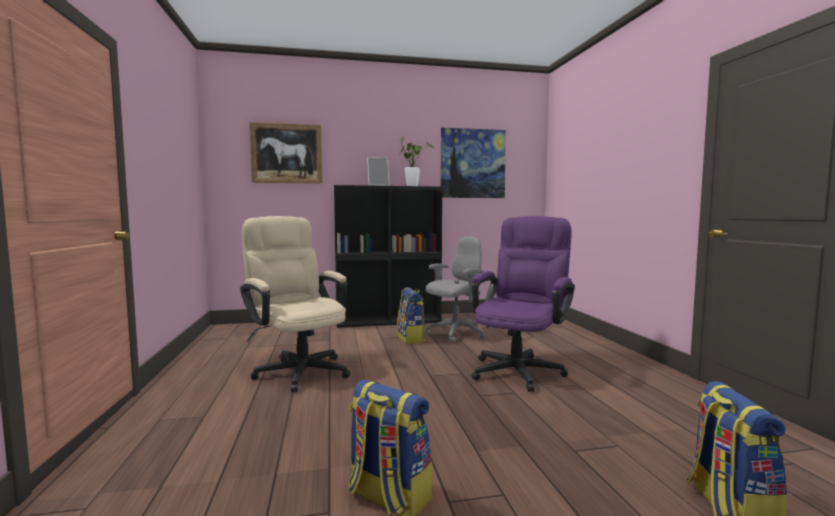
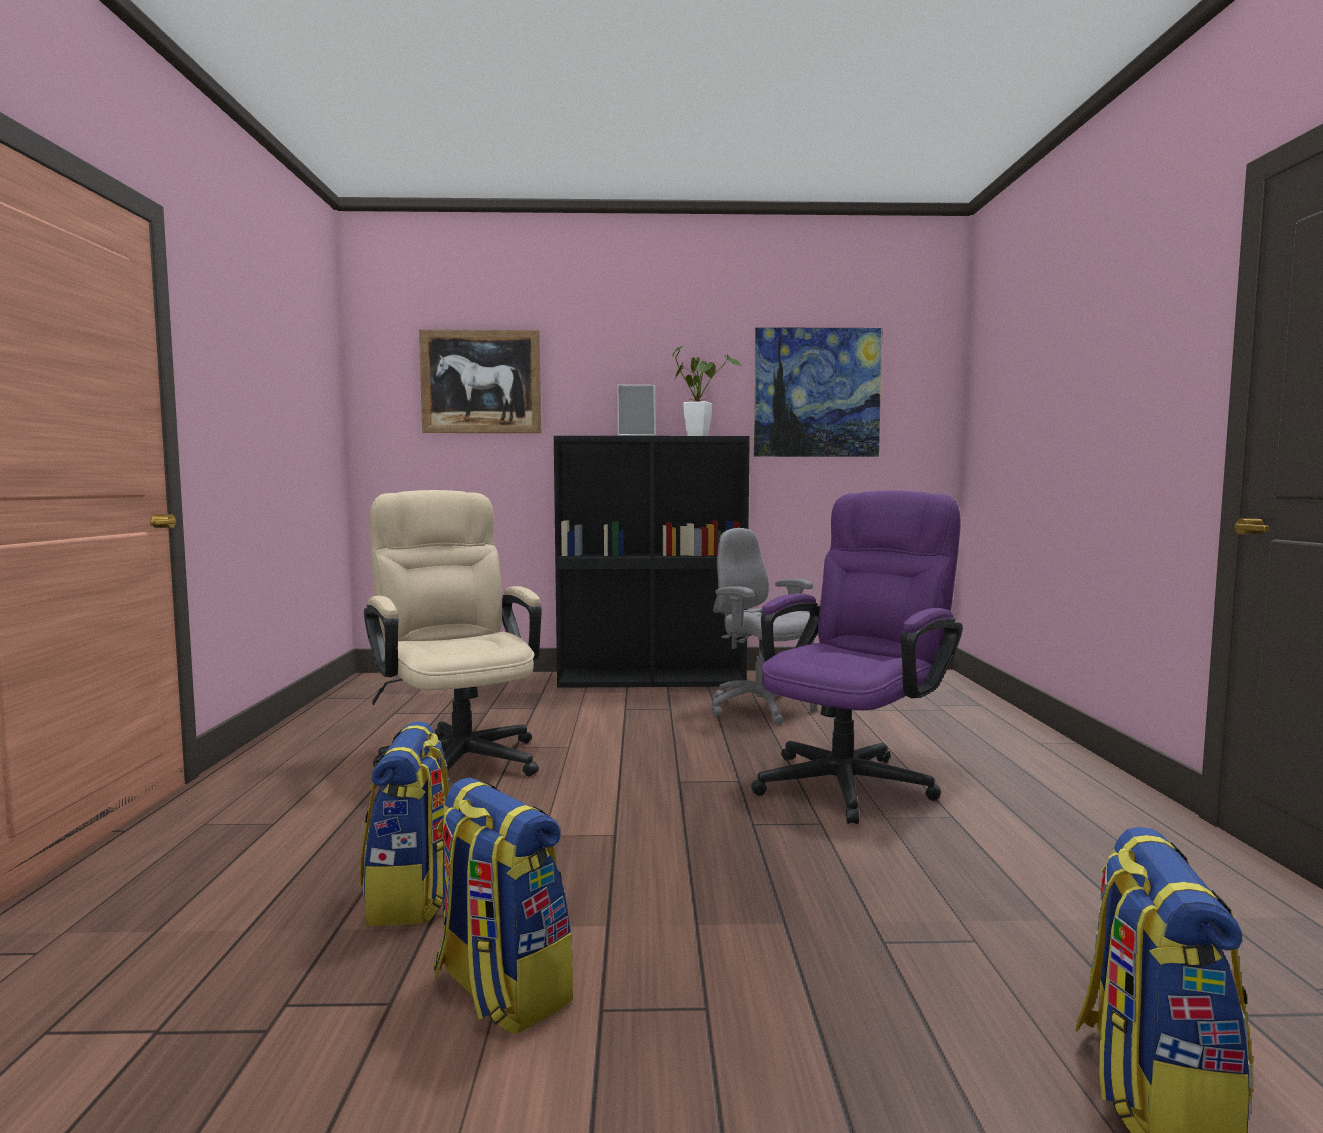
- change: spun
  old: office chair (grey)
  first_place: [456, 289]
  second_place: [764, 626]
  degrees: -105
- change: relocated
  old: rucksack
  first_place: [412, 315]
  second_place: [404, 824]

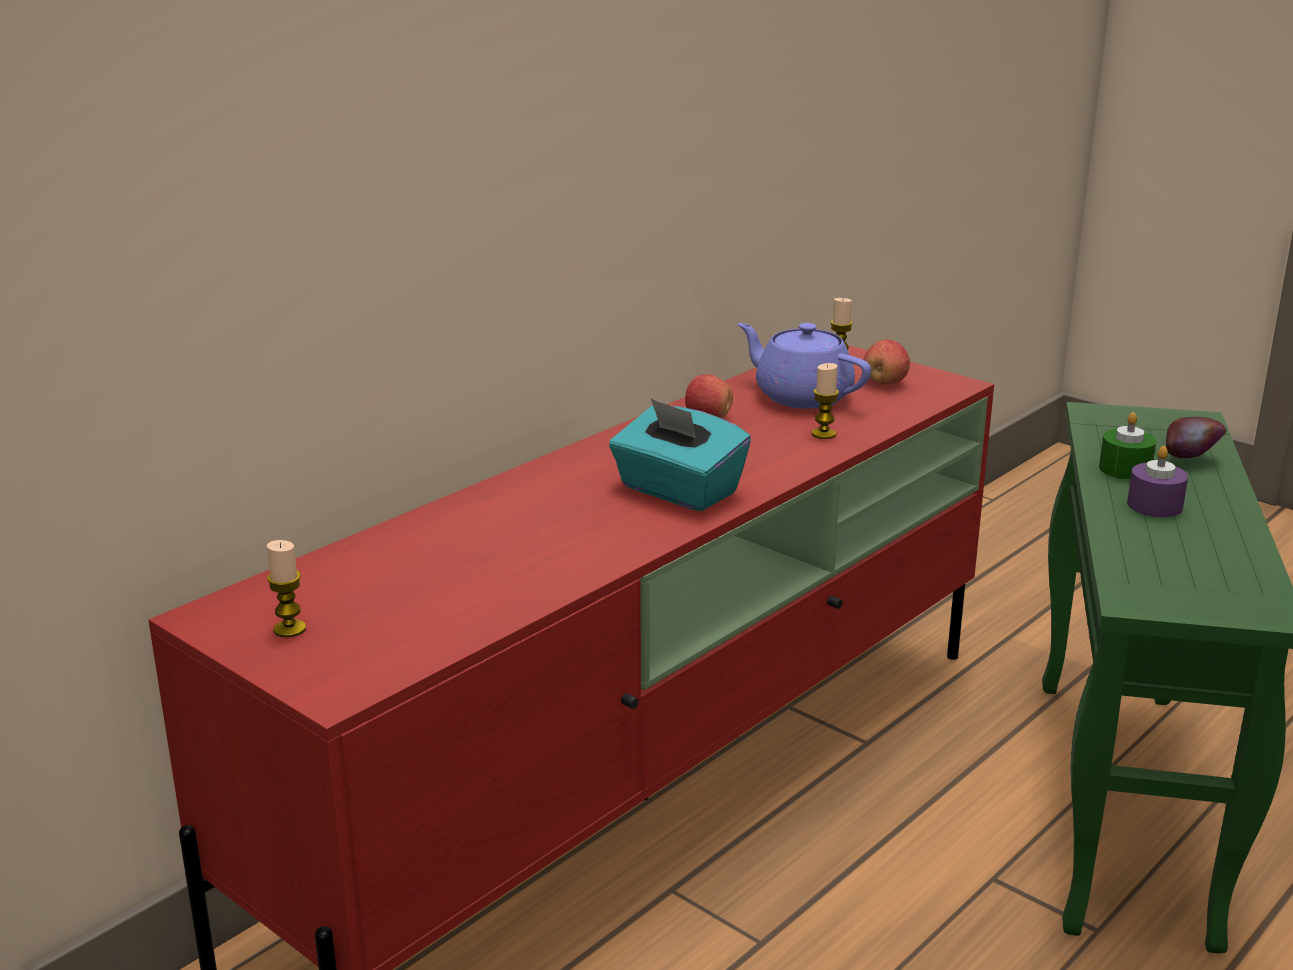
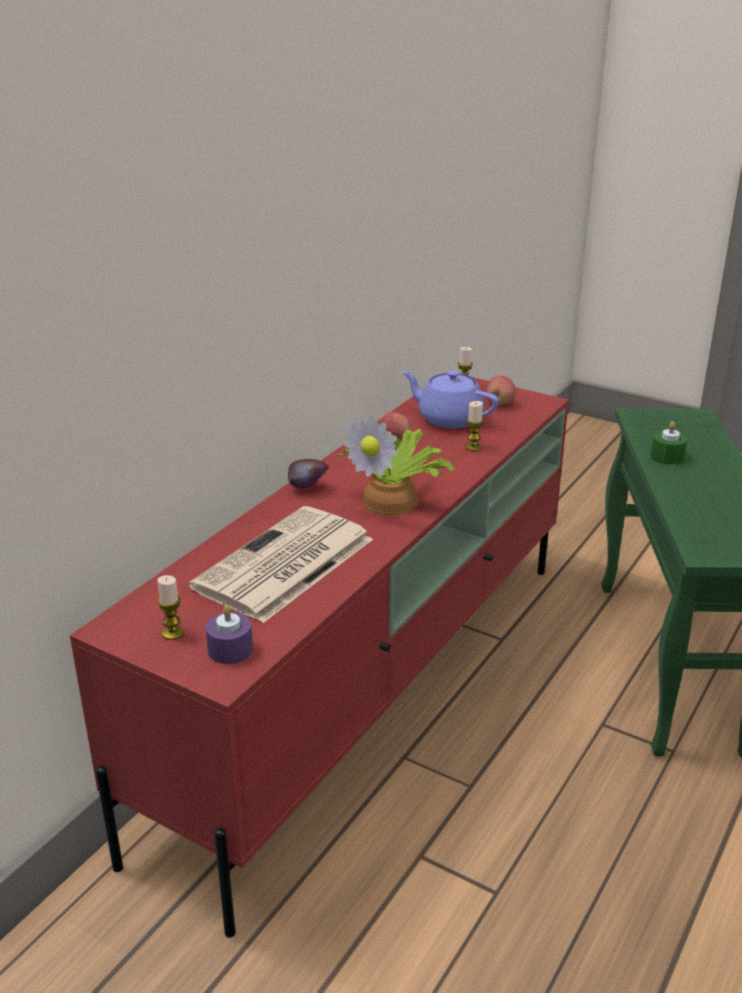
- change: exchanged
  old: box of tissues (turquoise-coloured)
  new: potted plant
  first_place: [680, 454]
  second_place: [395, 465]
- change: relocated
  old: apple
  first_place: [1196, 437]
  second_place: [308, 473]
- change: relocated
  old: wax candle (purplish)
  first_place: [1157, 481]
  second_place: [229, 634]
- change: appeared
  new: daily paper
  second_place: [281, 564]

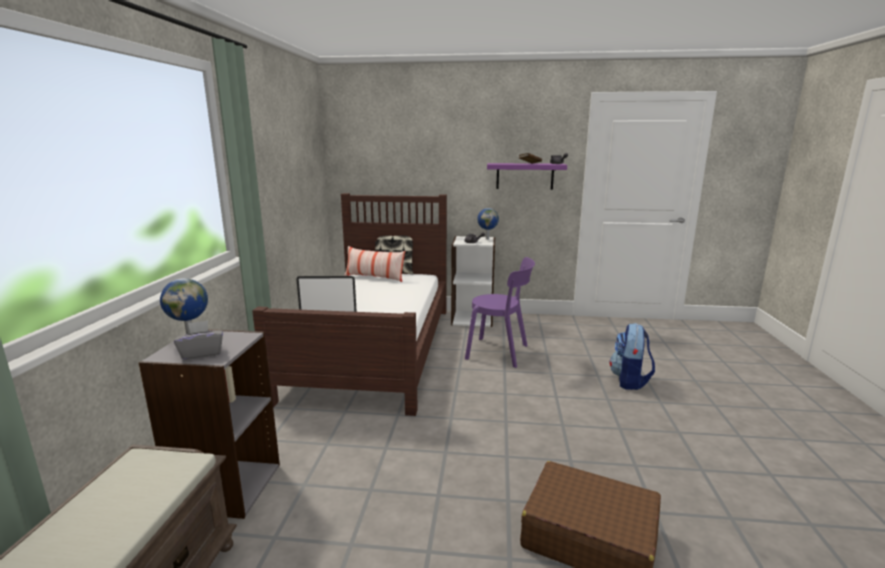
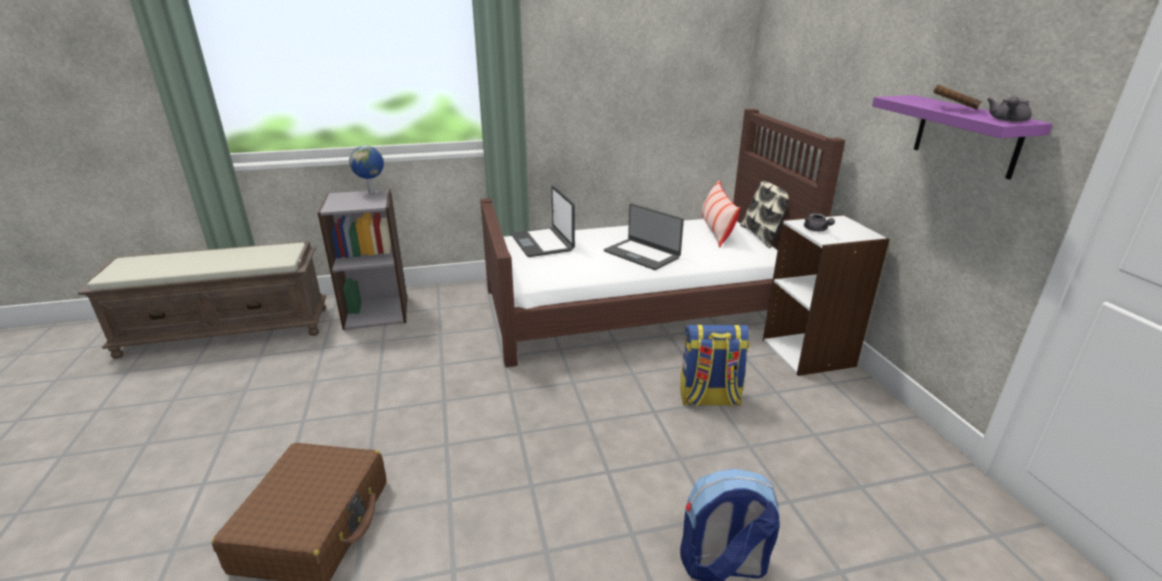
- change: missing
  old: globe
  first_place: [488, 224]
- change: exchanged
  old: upright chair (purplish)
  new: rucksack
  first_place: [500, 312]
  second_place: [714, 365]
- change: missing
  old: box of tissues (grey)
  first_place: [198, 340]
- change: appeared
  new: portable computer
  second_place: [644, 236]

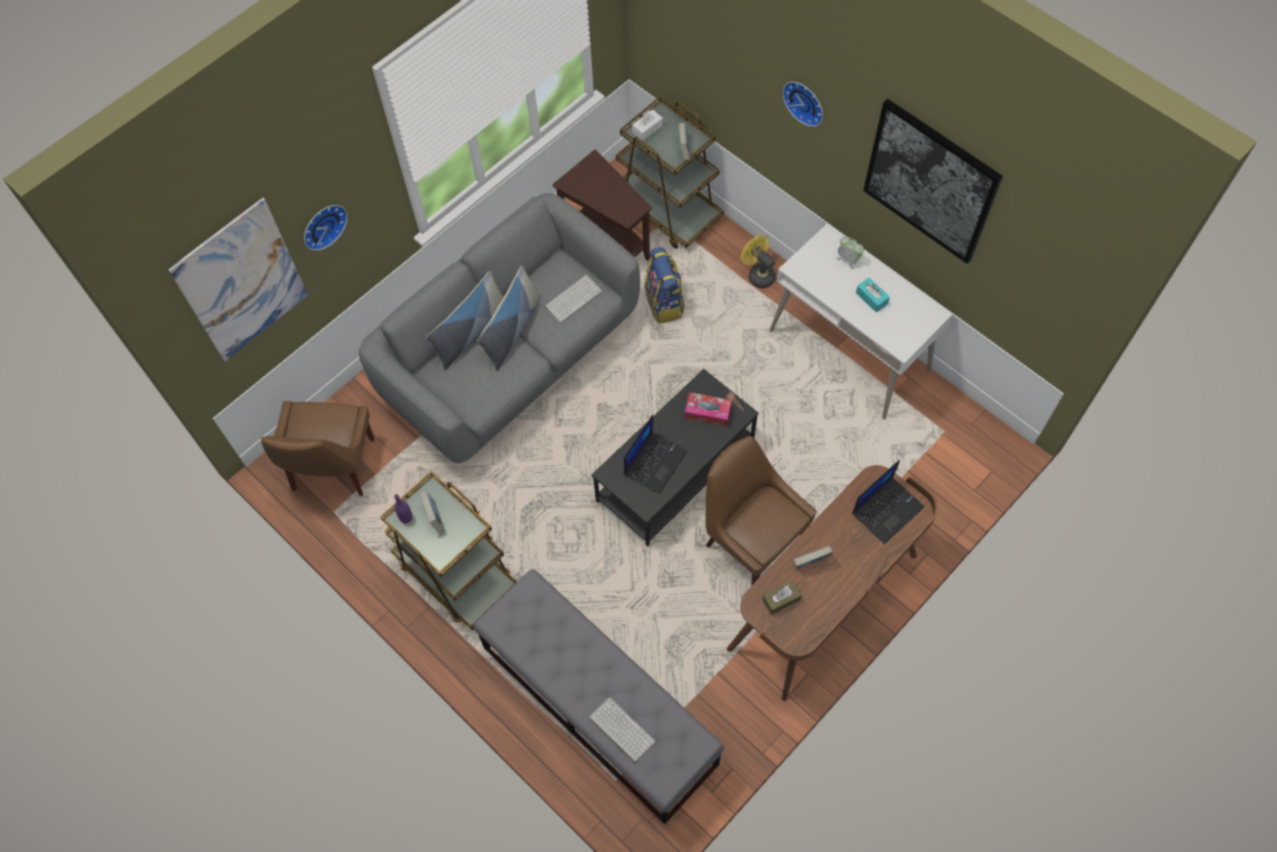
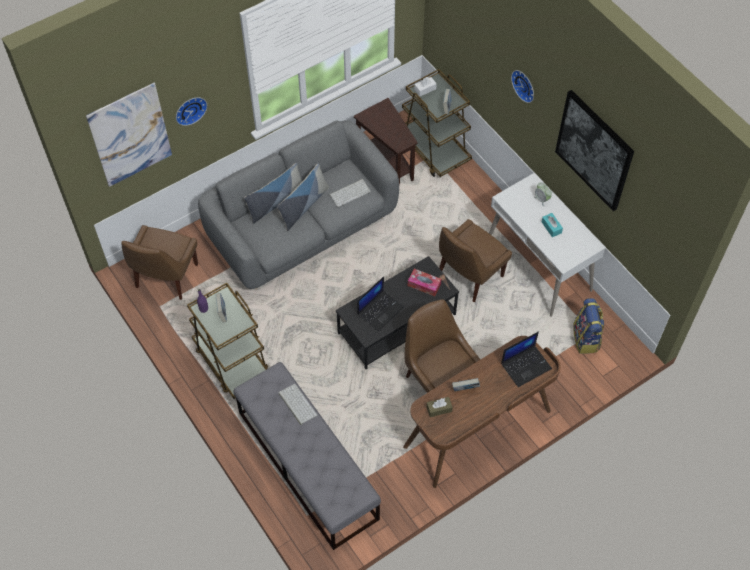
- change: missing
  old: fan (yellow-coloured)
  first_place: [758, 261]
- change: relocated
  old: rucksack
  first_place: [664, 285]
  second_place: [588, 326]
- change: relocated
  old: PC keyboard
  first_place: [622, 730]
  second_place: [298, 404]
- change: appeared
  new: upright chair (brown)
  second_place: [475, 260]

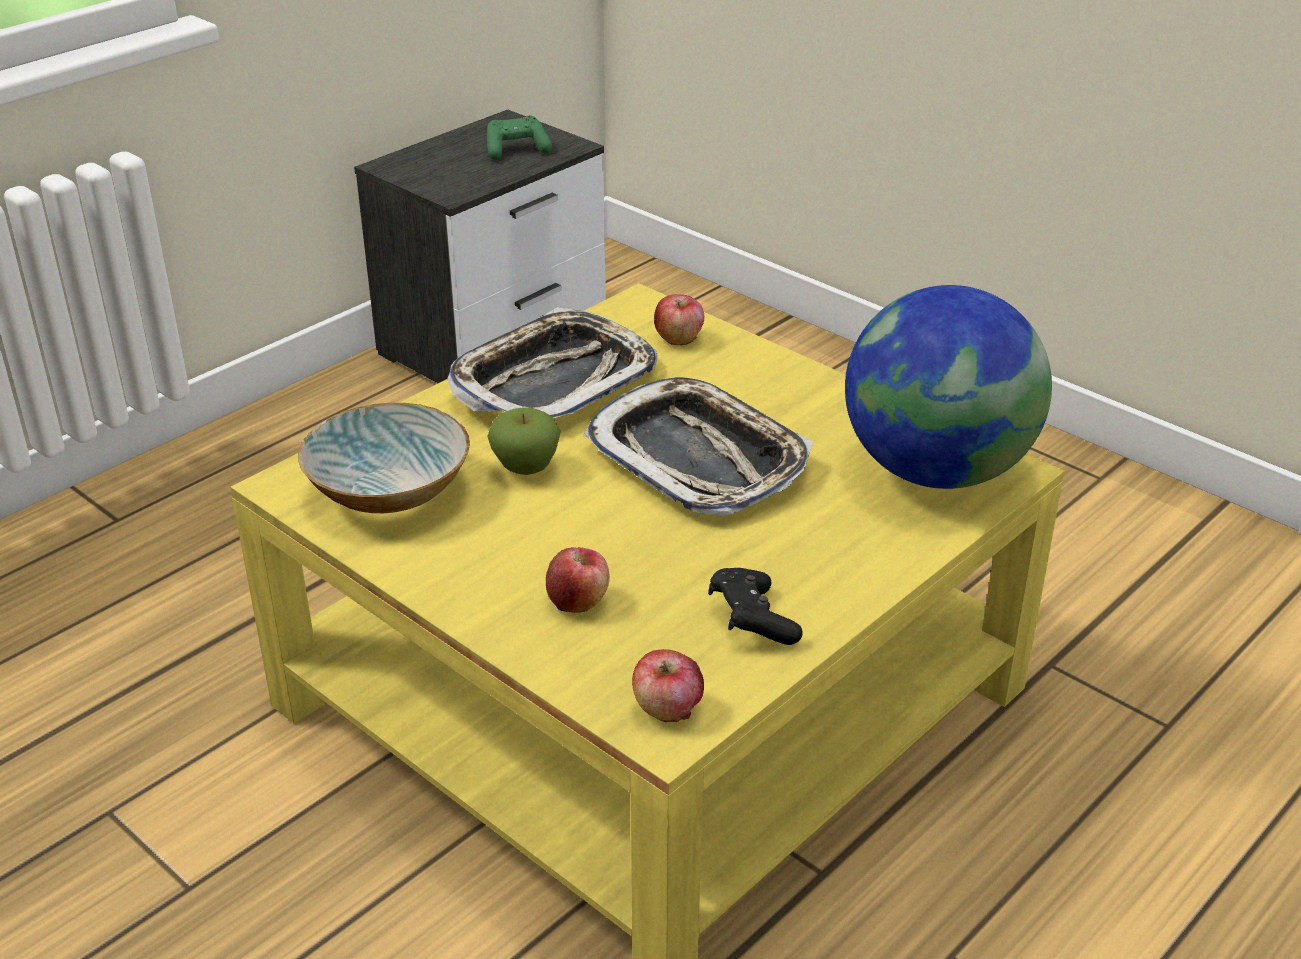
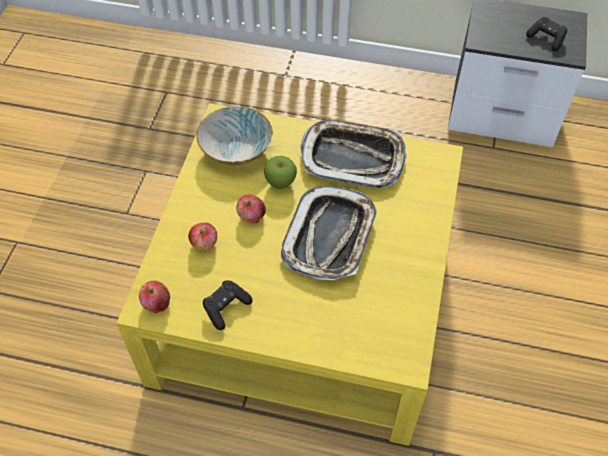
- change: colour
  old: gamepad (greenish)
  new: gamepad (black-coloured)
  first_place: [519, 138]
  second_place: [546, 34]
- change: missing
  old: globe
  first_place: [948, 387]
- change: relocated
  old: apple
  first_place: [679, 319]
  second_place: [251, 208]

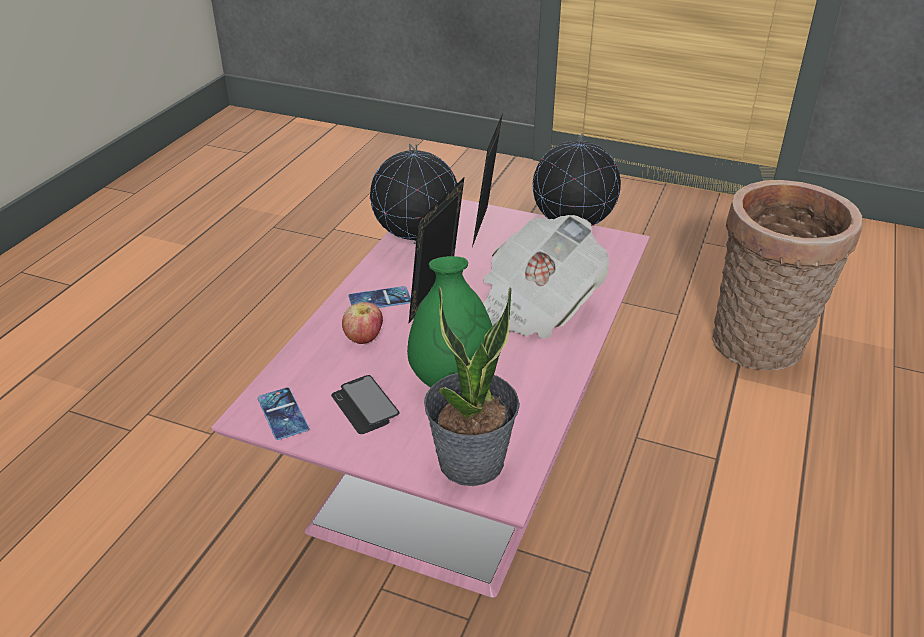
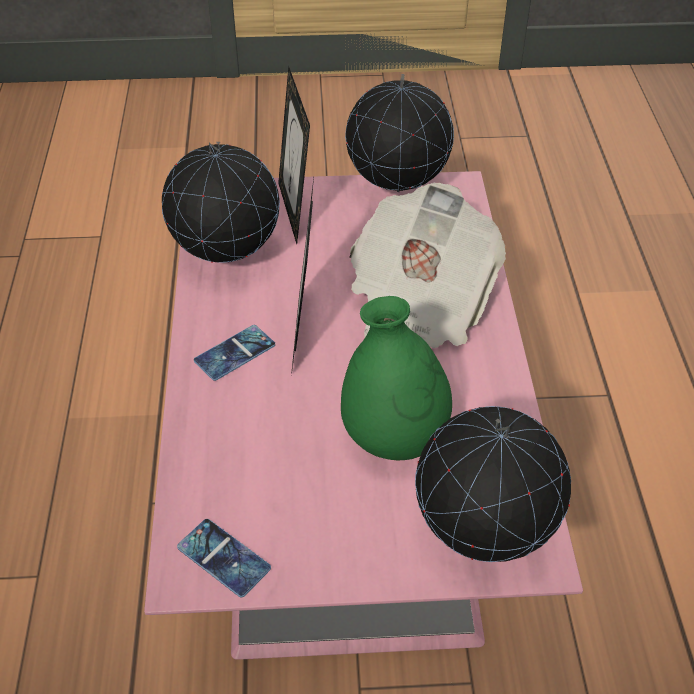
- change: missing
  old: household basket
  first_place: [787, 275]
- change: exchanged
  old: potted plant
  new: globe
  first_place: [472, 386]
  second_place: [493, 484]
- change: missing
  old: apple
  first_place: [362, 323]
- change: missing
  old: handset
  first_place: [365, 404]

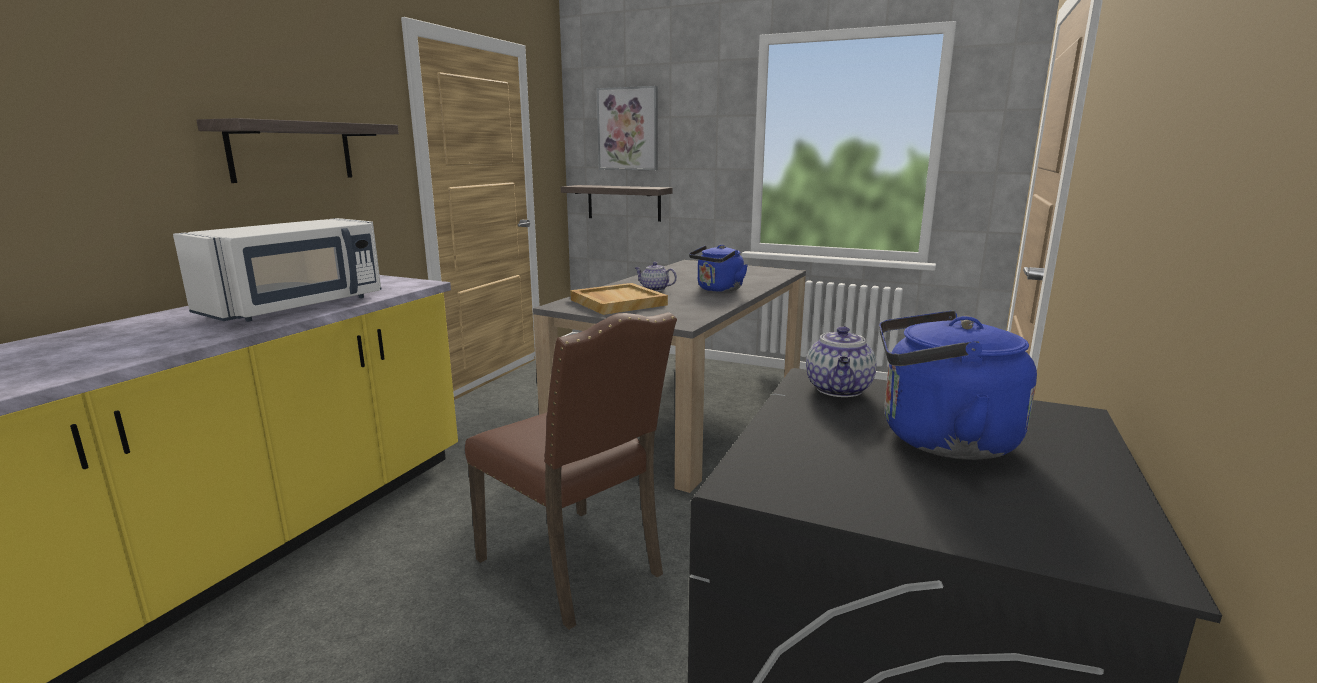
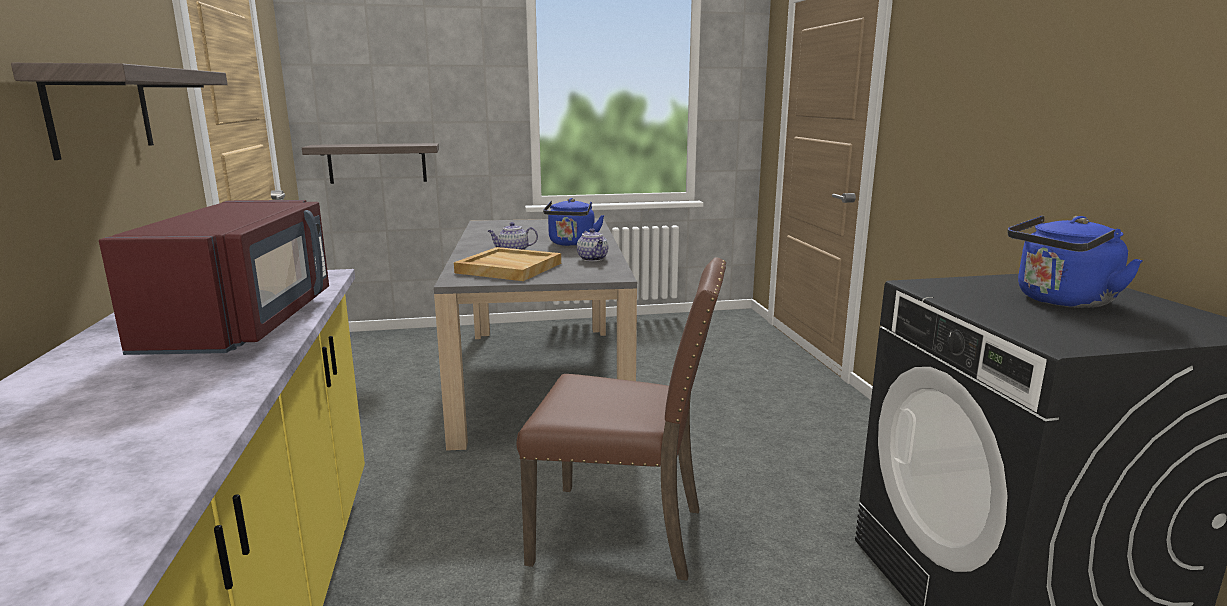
- change: missing
  old: picture
  first_place: [627, 128]
- change: colour
  old: microwave (white-coloured)
  new: microwave (red-coloured)
  first_place: [277, 270]
  second_place: [214, 277]
- change: relocated
  old: pot for tea
  first_place: [841, 361]
  second_place: [592, 244]

